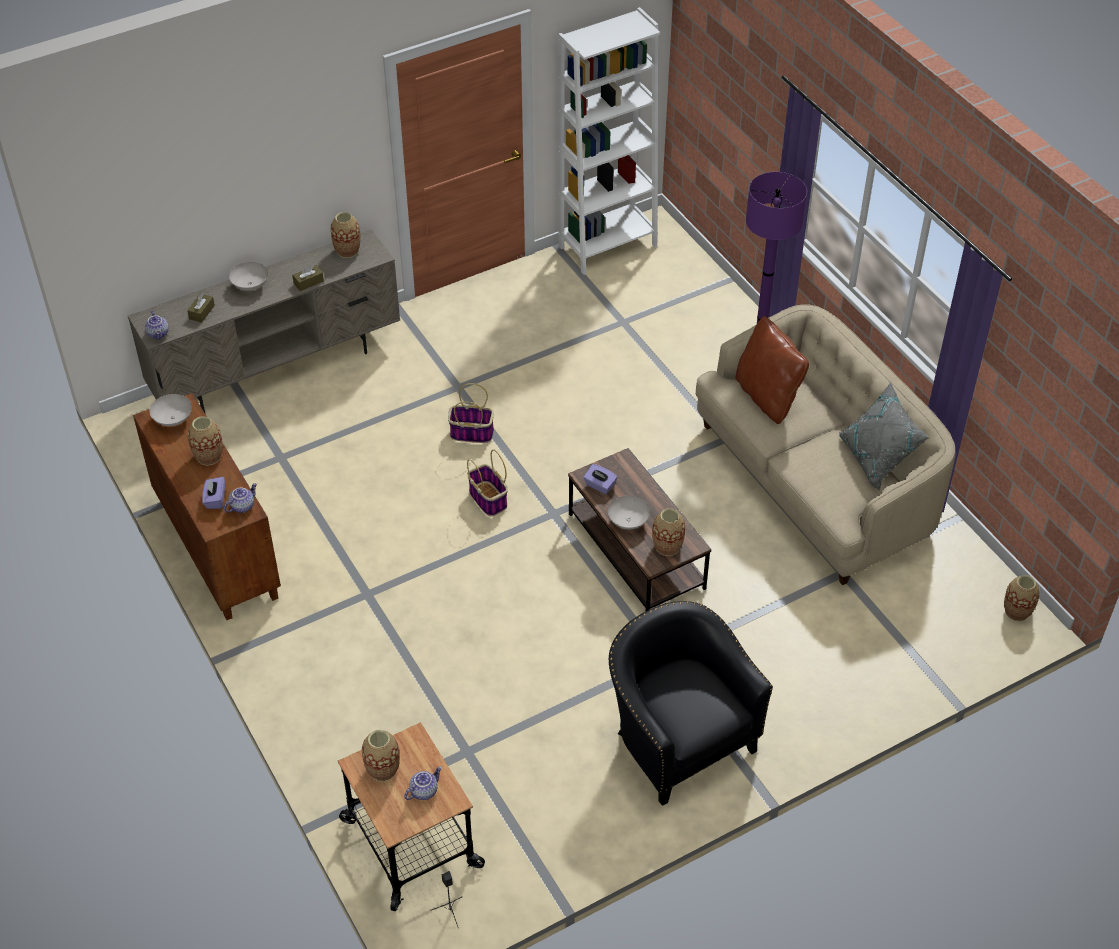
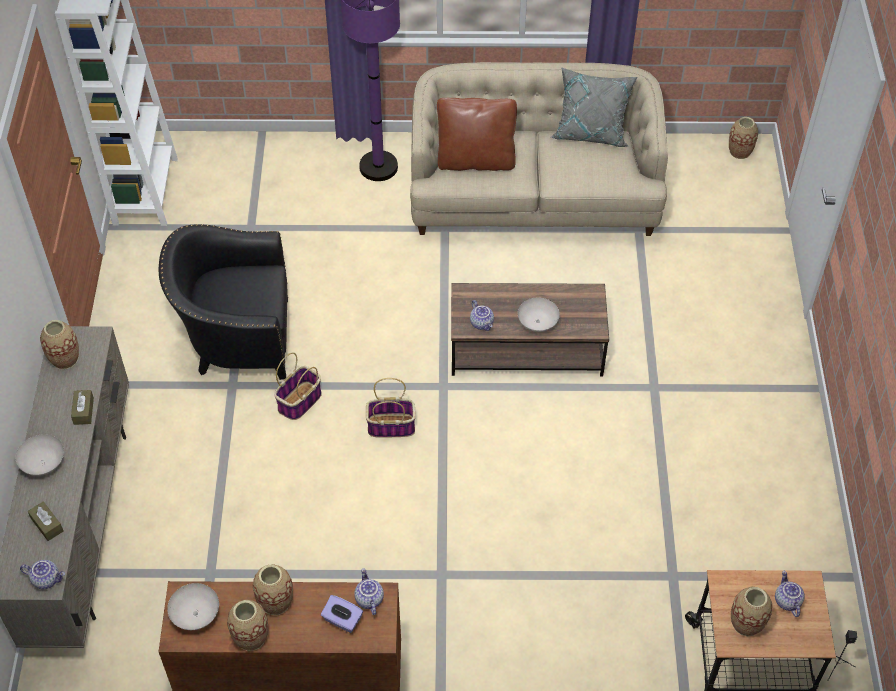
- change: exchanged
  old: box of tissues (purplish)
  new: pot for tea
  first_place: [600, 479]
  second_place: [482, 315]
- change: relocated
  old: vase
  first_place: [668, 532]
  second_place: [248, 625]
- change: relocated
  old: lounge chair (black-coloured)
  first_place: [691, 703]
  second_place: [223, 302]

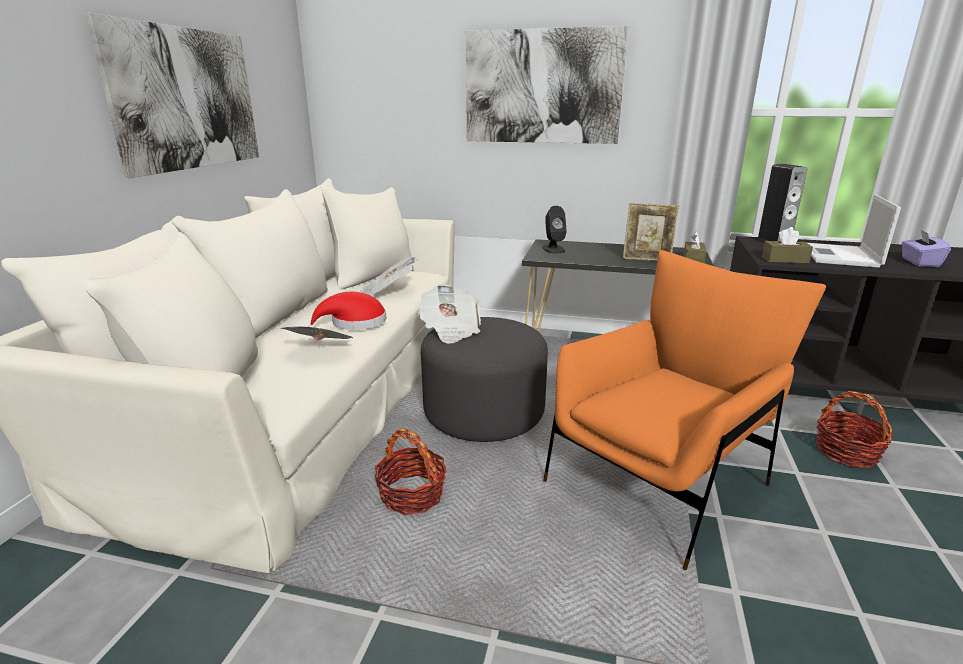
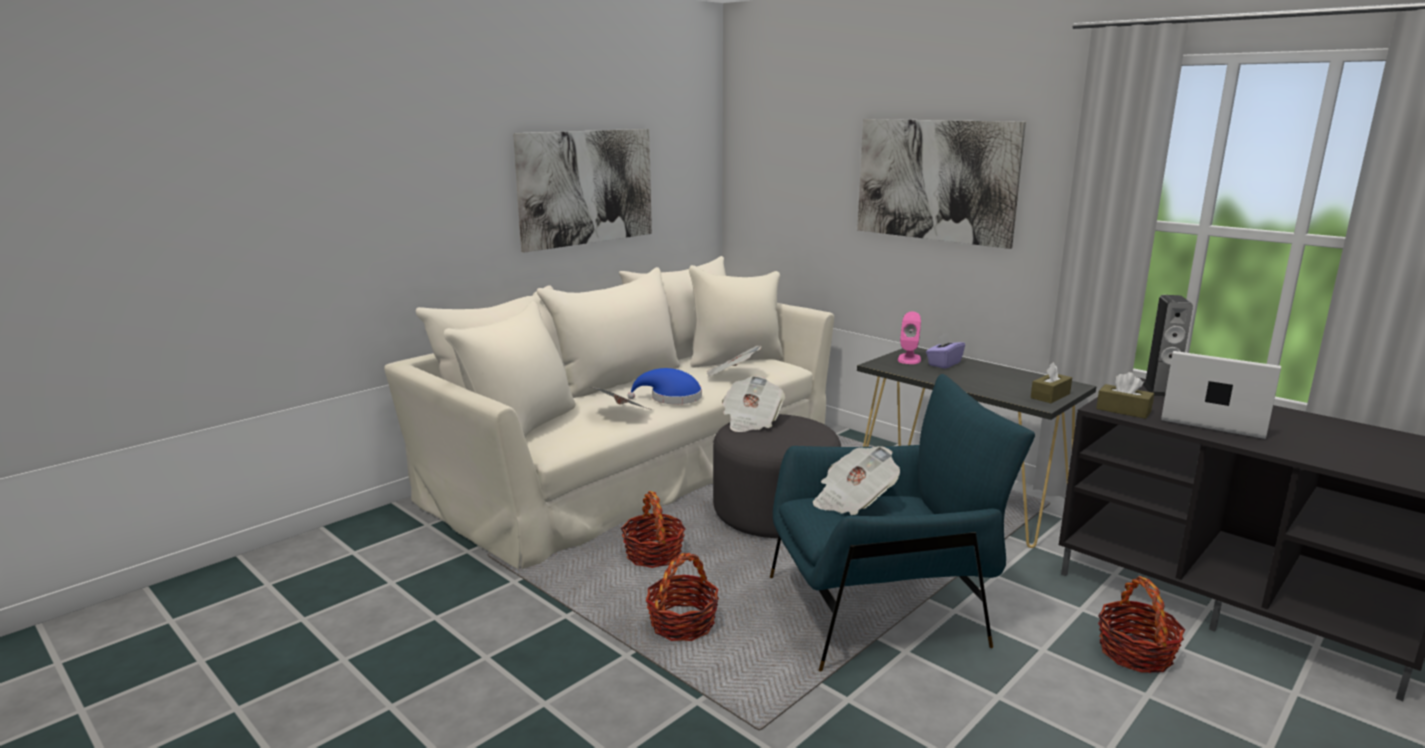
- change: spun
  old: portable computer
  first_place: [854, 231]
  second_place: [1221, 395]
  degrees: 75
- change: missing
  old: standing frame
  first_place: [651, 232]
- change: colour
  old: loudspeaker (black-coloured)
  new: loudspeaker (pinkish)
  first_place: [555, 229]
  second_place: [909, 338]
- change: relocated
  old: box of tissues (purplish)
  first_place: [926, 248]
  second_place: [945, 351]
- change: colour
  old: lounge chair (orange)
  new: lounge chair (bluish)
  first_place: [684, 410]
  second_place: [902, 523]
- change: colour
  old: hat (red-coloured)
  new: hat (bluish)
  first_place: [347, 311]
  second_place: [665, 386]
- change: appeared
  new: daily paper
  second_place: [856, 480]
- change: appeared
  new: household basket
  second_place: [682, 597]

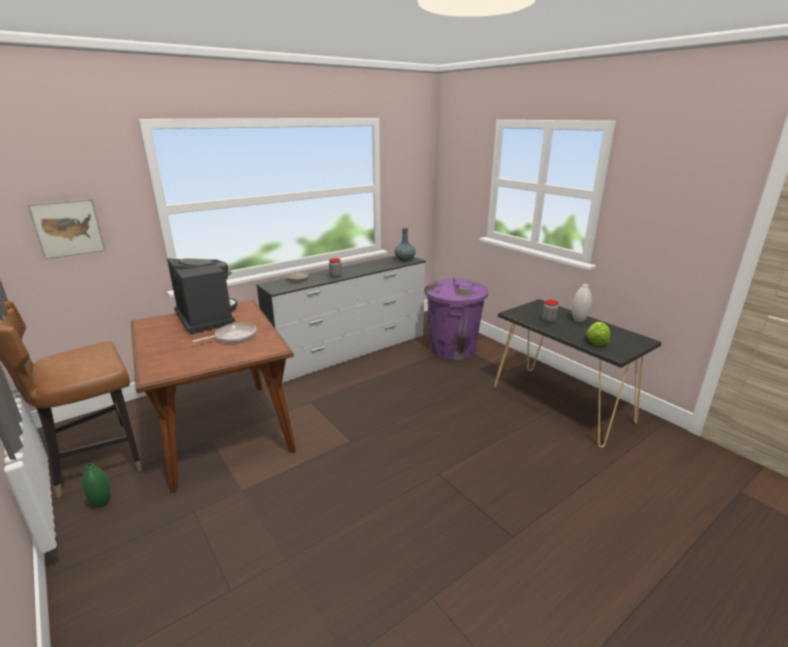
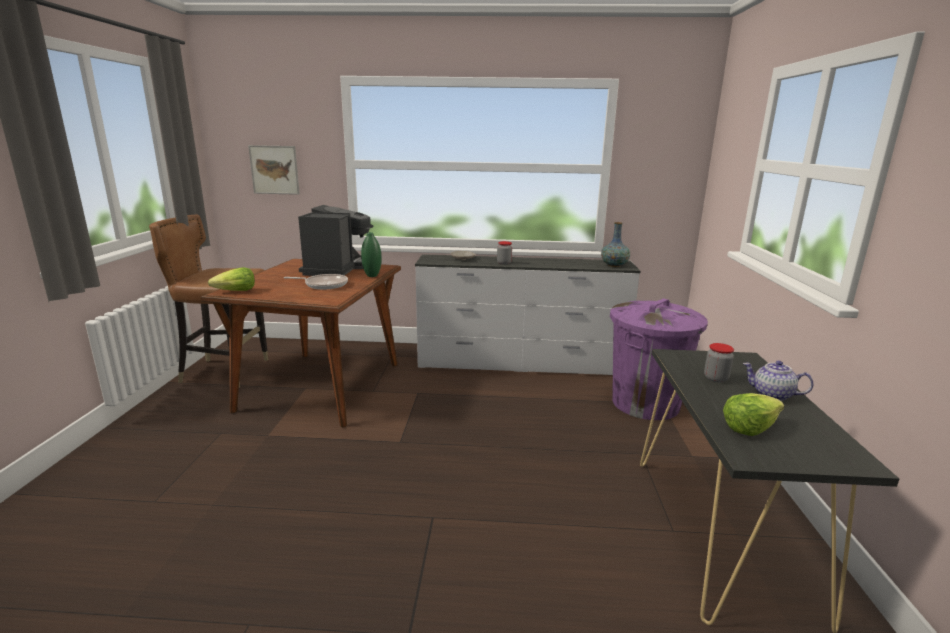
- change: exchanged
  old: vase (white-coloured)
  new: pot for tea
  first_place: [582, 303]
  second_place: [778, 380]
- change: relocated
  old: vase (greenish)
  first_place: [96, 485]
  second_place: [371, 254]
- change: appeared
  new: lettuce
  second_place: [231, 279]

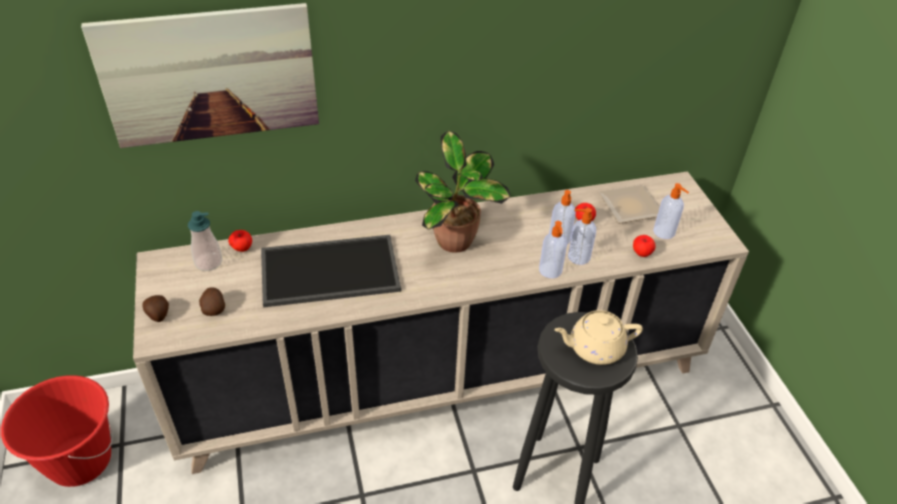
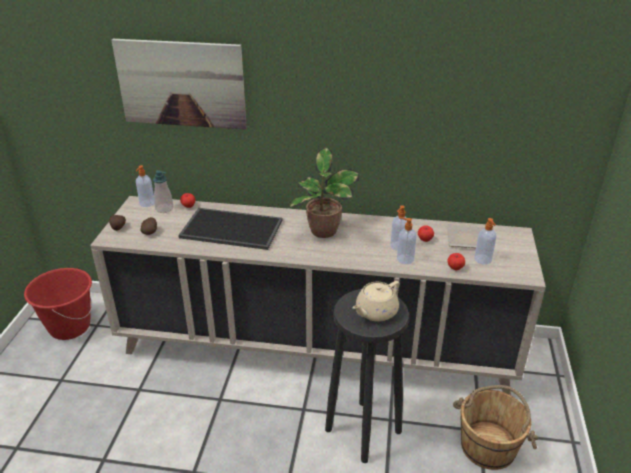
- change: relocated
  old: soap bottle
  first_place: [553, 249]
  second_place: [145, 186]
- change: spun
  old: pot for tea (sand-coloured)
  first_place: [598, 337]
  second_place: [376, 301]
  degrees: -60
- change: appeared
  new: pail (brown)
  second_place: [495, 427]

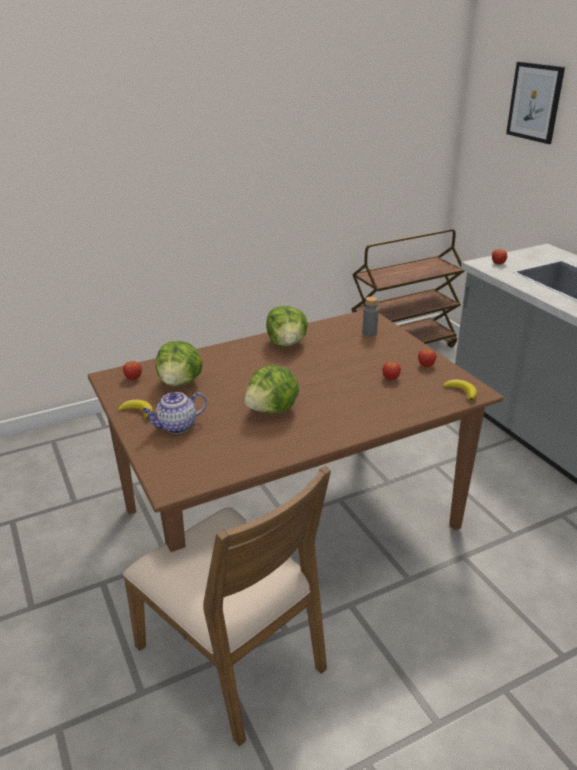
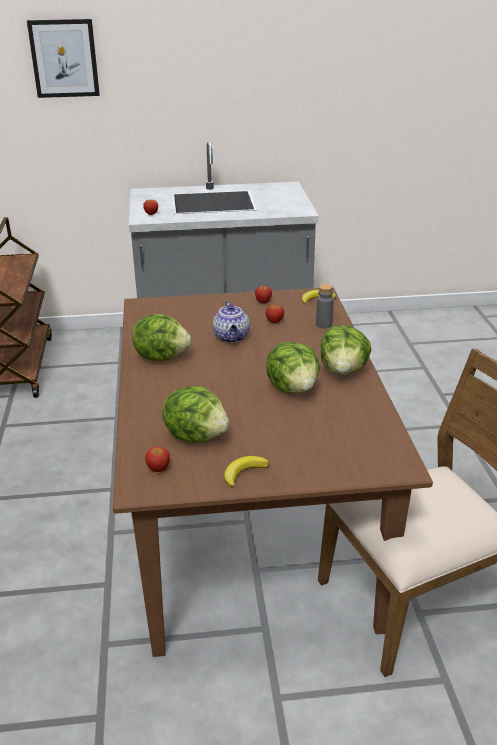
- change: relocated
  old: bottle (grey)
  first_place: [370, 316]
  second_place: [325, 306]
- change: relocated
  old: pot for tea
  first_place: [174, 413]
  second_place: [231, 322]
- change: appeared
  new: lettuce
  second_place: [346, 349]

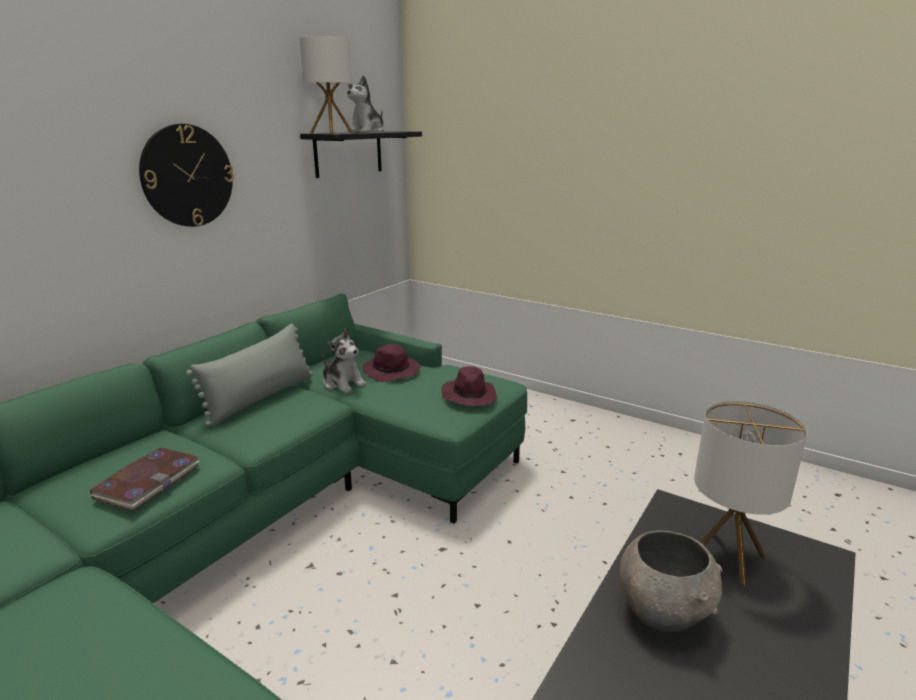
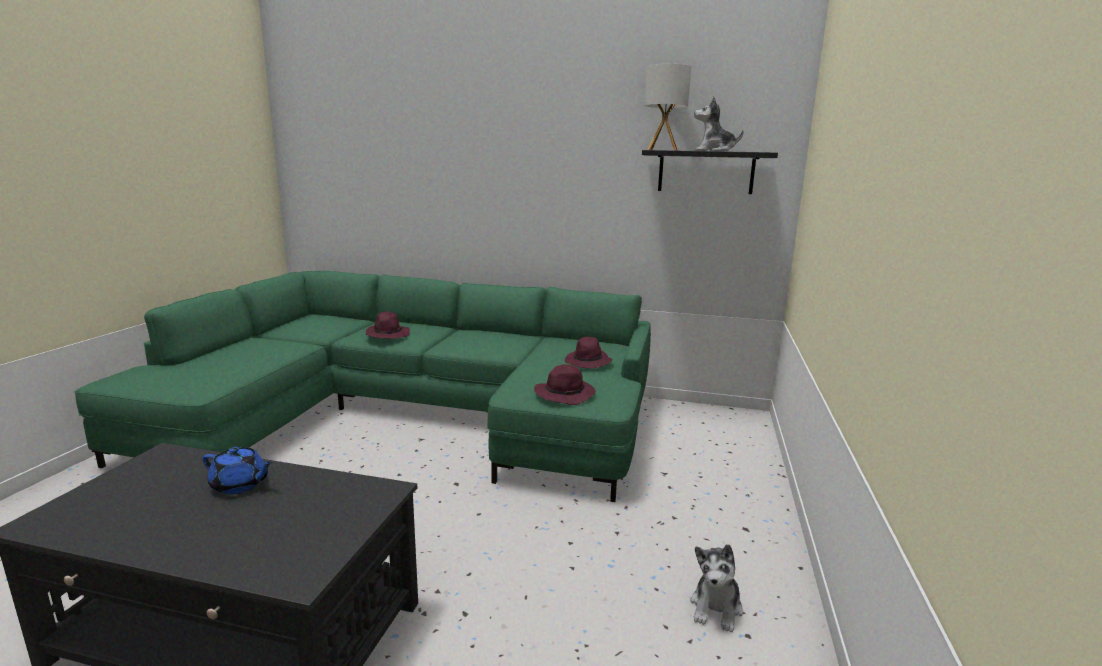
- change: missing
  old: clock on the wall
  first_place: [186, 175]
- change: missing
  old: throw pillow (grey)
  first_place: [249, 375]
- change: relocated
  old: plush toy
  first_place: [344, 360]
  second_place: [716, 588]
- change: missing
  old: table lamp
  first_place: [751, 493]
- change: exchanged
  old: book
  new: hat (purplish)
  first_place: [145, 479]
  second_place: [388, 325]
- change: exchanged
  old: serving bowl (grey)
  new: pot for tea (bluish)
  first_place: [671, 581]
  second_place: [237, 470]

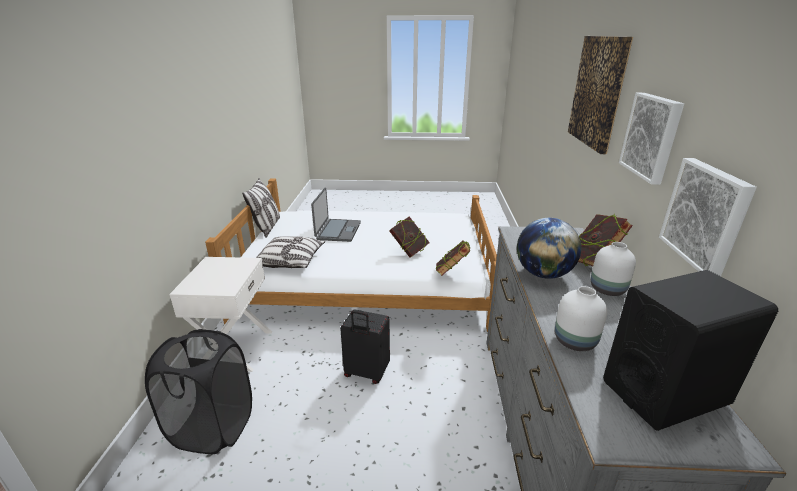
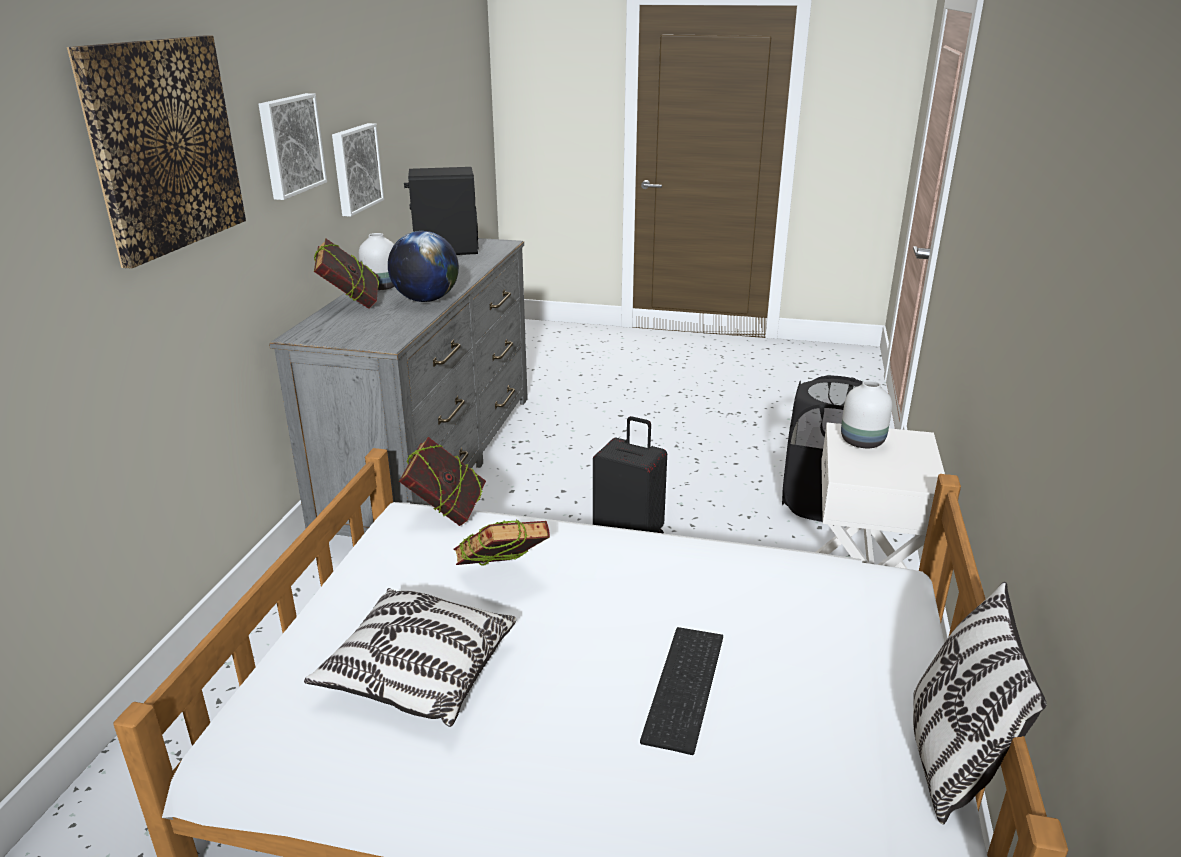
- change: exchanged
  old: portable computer
  new: PC keyboard
  first_place: [336, 214]
  second_place: [681, 691]
- change: relocated
  old: throw pillow
  first_place: [290, 252]
  second_place: [410, 657]
- change: relocated
  old: vase (white-coloured)
  first_place: [581, 318]
  second_place: [866, 414]

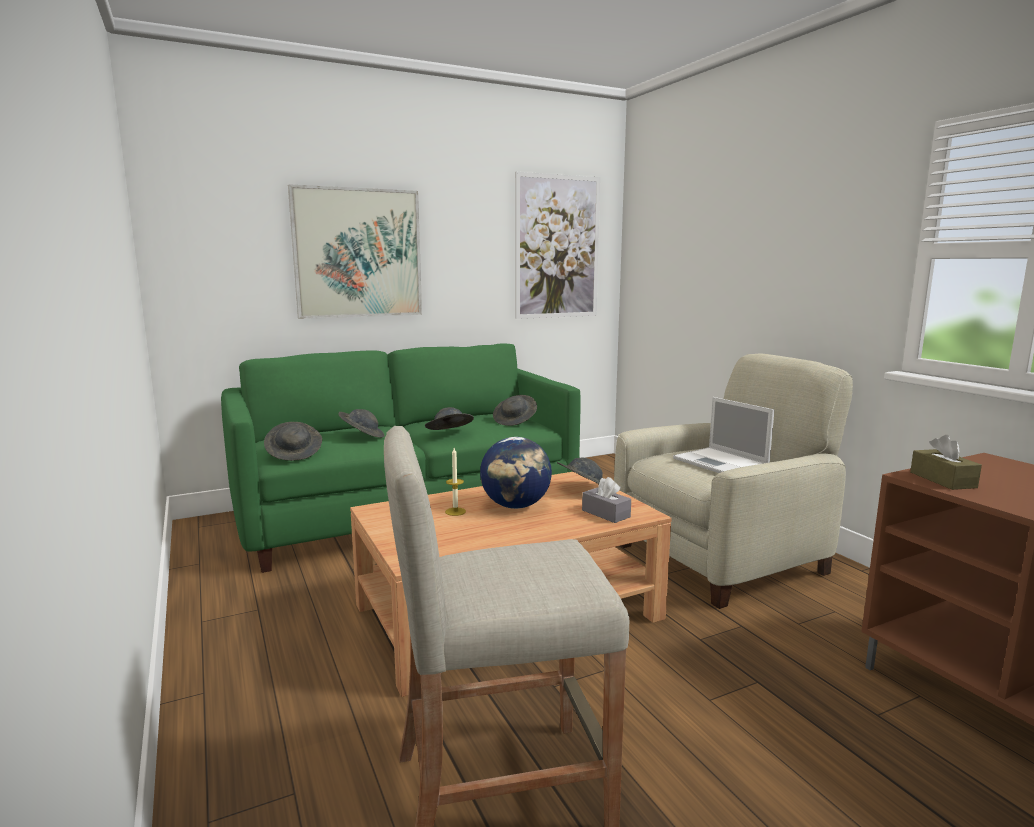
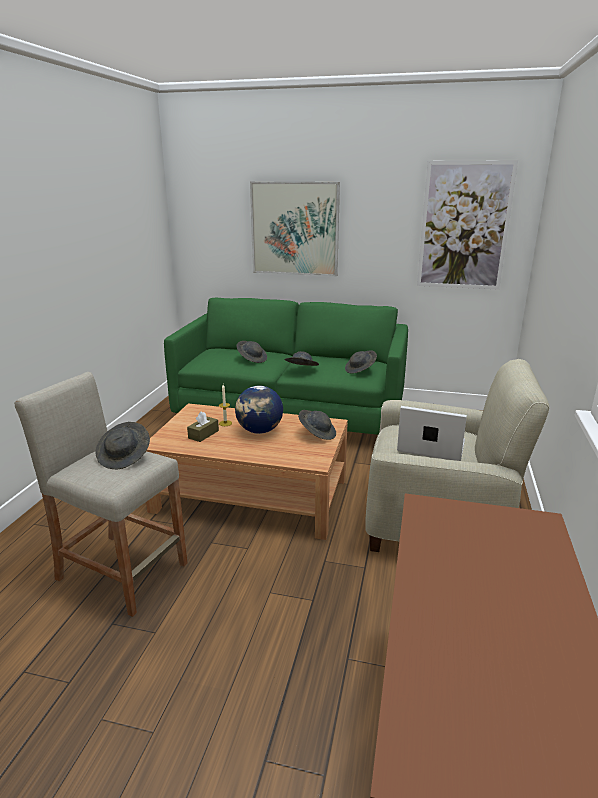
- change: spun
  old: portable computer
  first_place: [723, 435]
  second_place: [432, 433]
  degrees: 105
- change: relocated
  old: hat (grey)
  first_place: [293, 441]
  second_place: [122, 445]
- change: relocated
  old: box of tissues (brown)
  first_place: [946, 462]
  second_place: [203, 426]
- change: missing
  old: box of tissues (grey)
  first_place: [606, 500]

